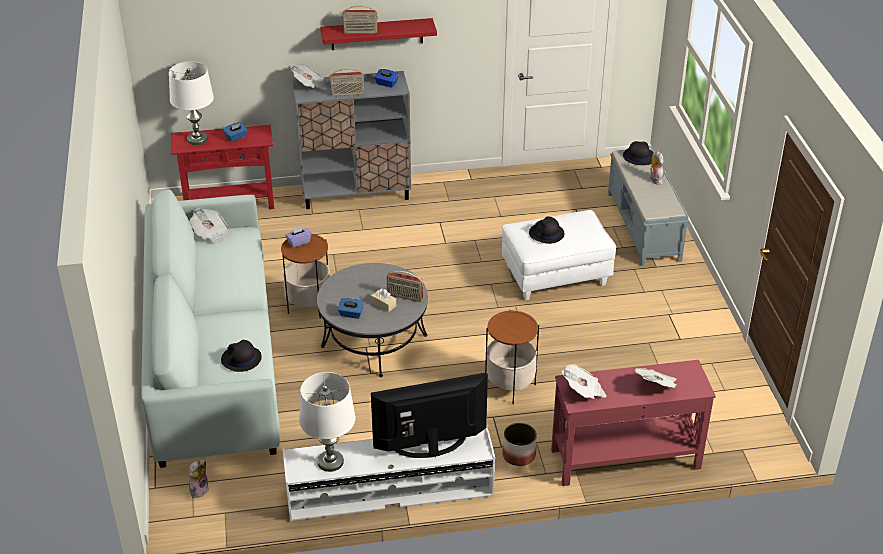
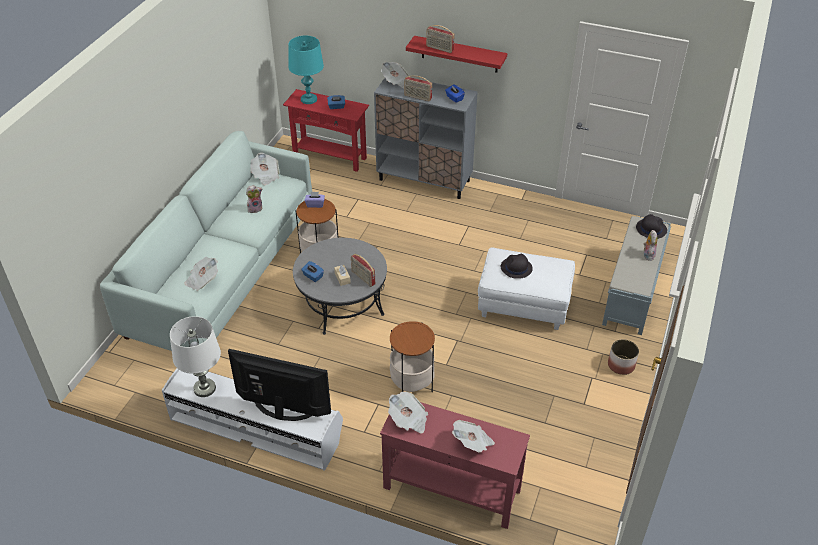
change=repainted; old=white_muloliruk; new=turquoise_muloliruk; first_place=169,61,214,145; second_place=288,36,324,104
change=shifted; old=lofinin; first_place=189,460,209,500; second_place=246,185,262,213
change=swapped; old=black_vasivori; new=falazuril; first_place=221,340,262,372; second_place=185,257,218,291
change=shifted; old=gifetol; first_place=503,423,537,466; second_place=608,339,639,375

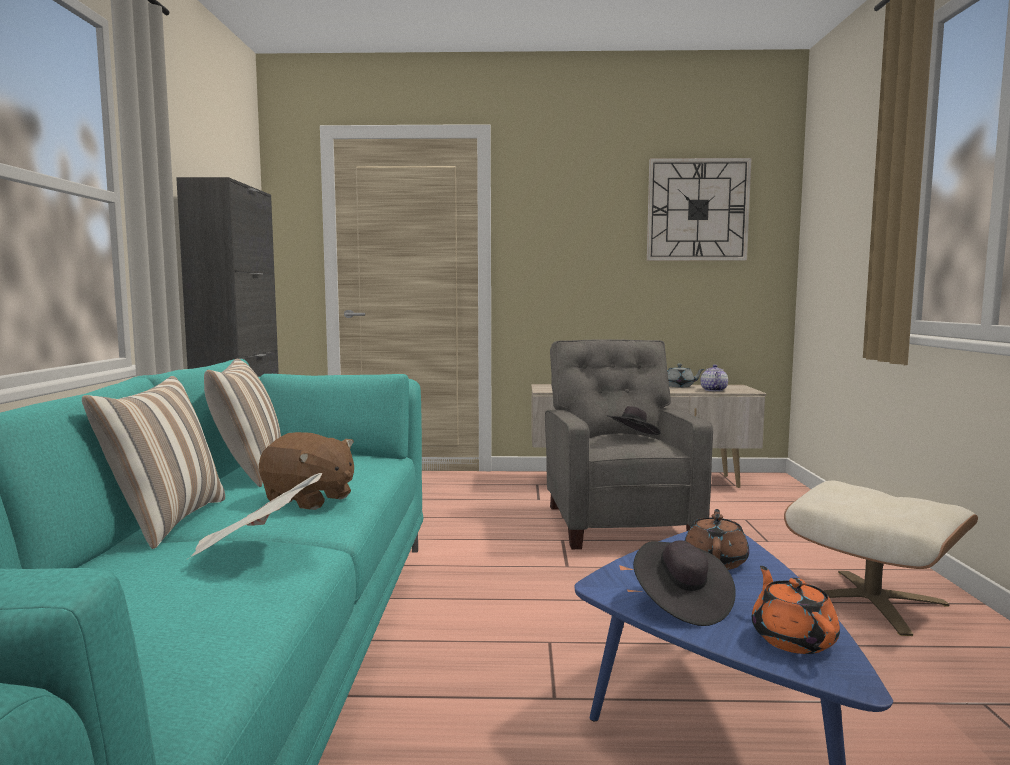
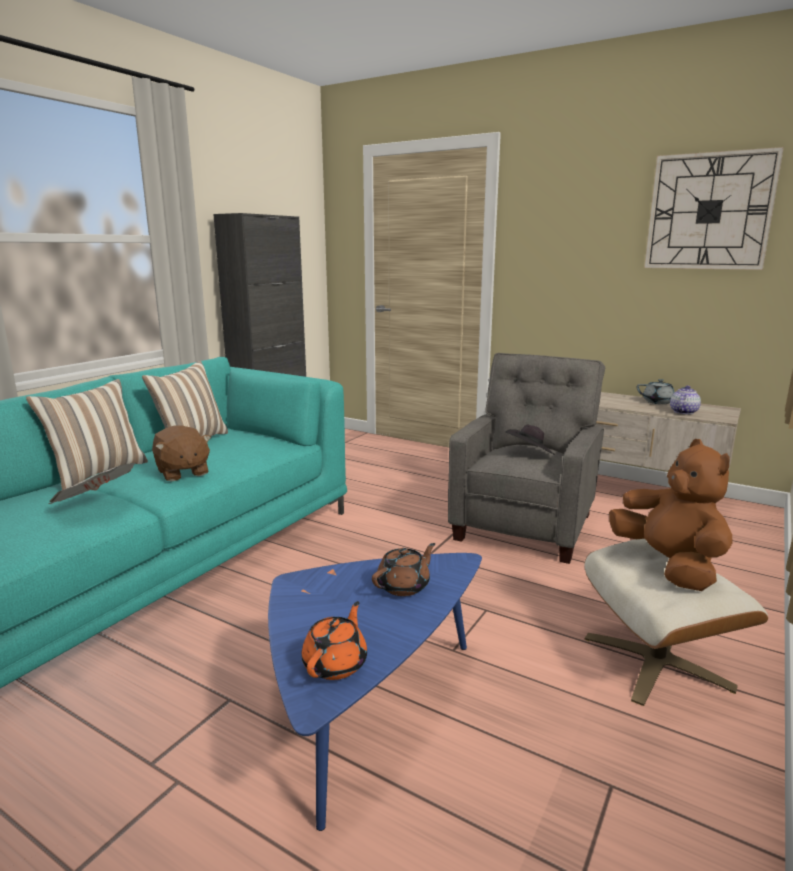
change=gone; old=black_vasivori; first_place=633,540,736,626
change=new; new=brown_lofinin; second_place=609,439,733,591

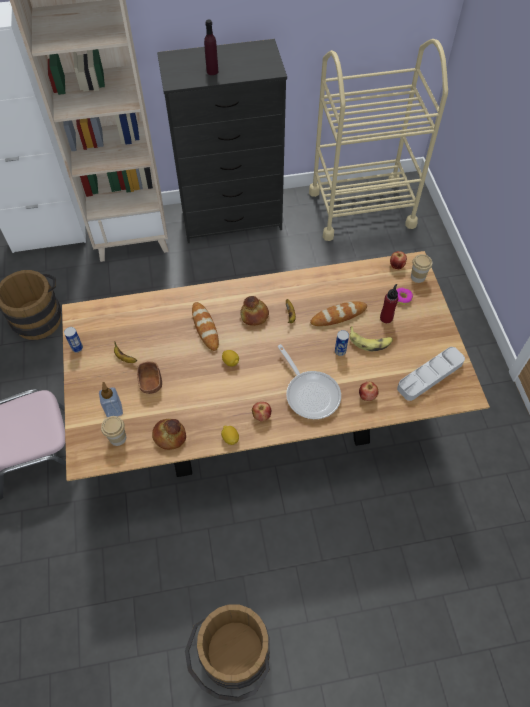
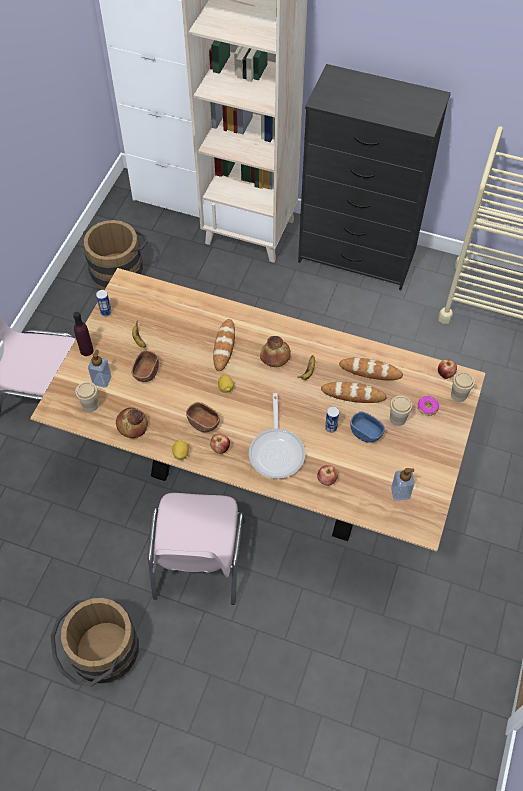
change=shifted; old=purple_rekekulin; first_place=204,19,218,75; second_place=73,312,94,356
change=swapped; old=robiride; new=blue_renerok; first_place=350,326,393,352; second_place=350,411,385,443
change=swapped; old=red_rekekulin; new=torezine; first_place=380,284,398,323; second_place=390,395,412,426
change=swapped; old=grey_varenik; new=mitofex; first_place=397,347,465,401; second_place=391,468,415,500
change=new; new=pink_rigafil; second_place=148,493,246,605
change=new; new=brown_renerok; second_place=186,402,220,432
change=new; new=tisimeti; second_place=339,357,403,380

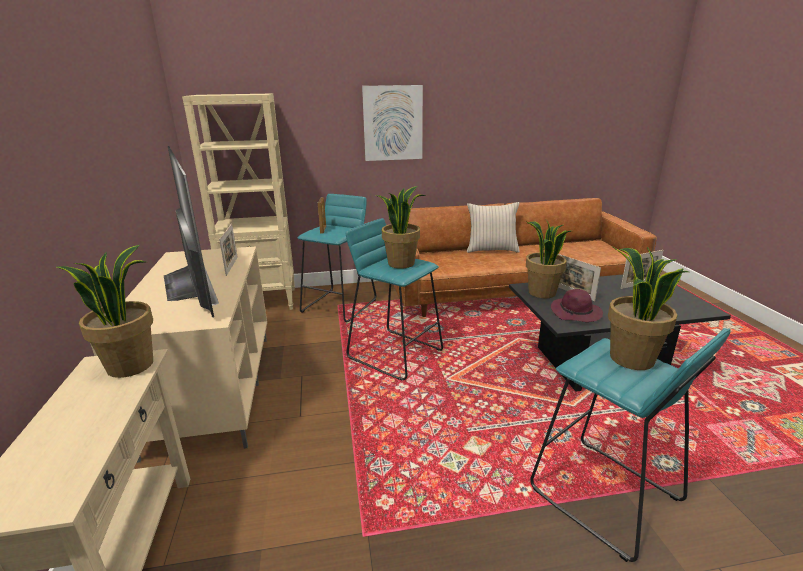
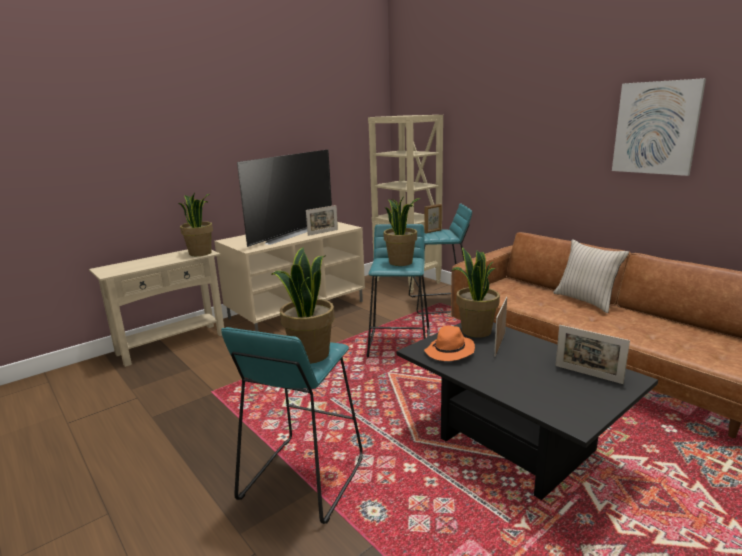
change=shifted; old=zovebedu; first_place=362,85,423,161; second_place=612,78,706,176
change=repainted; old=purple_vasivori; new=orange_vasivori; first_place=551,289,603,322; second_place=424,326,475,361

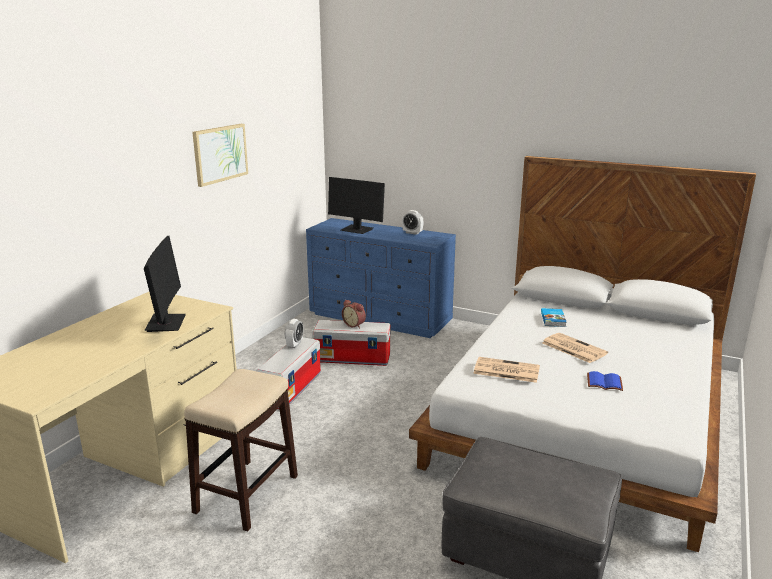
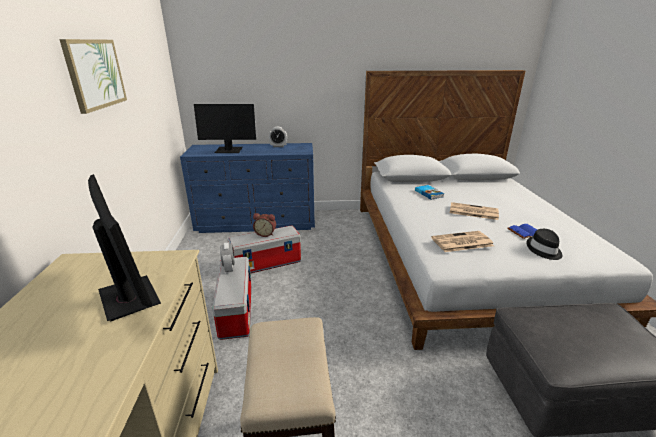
change=new; new=black_vasivori; second_place=527,229,562,260

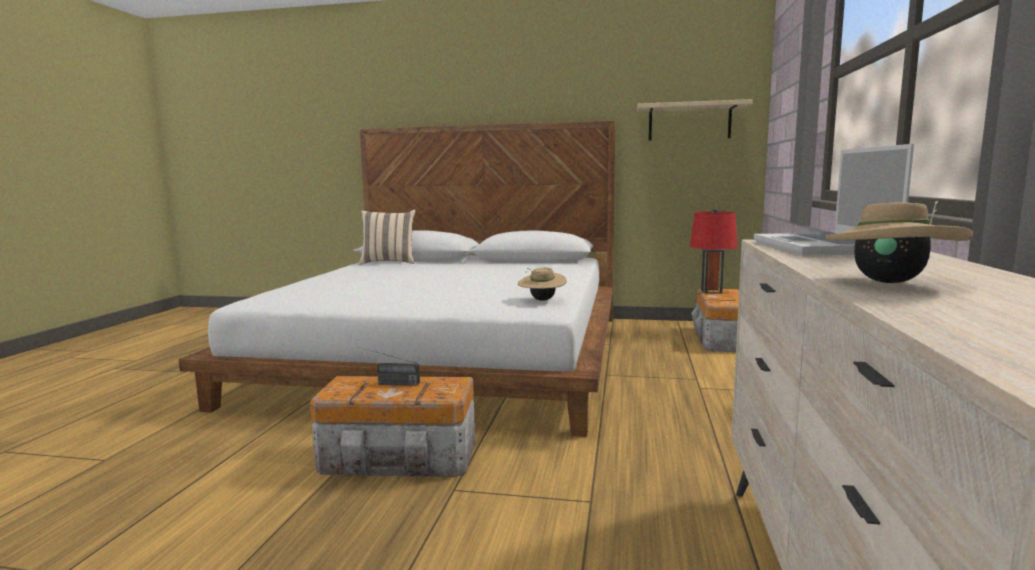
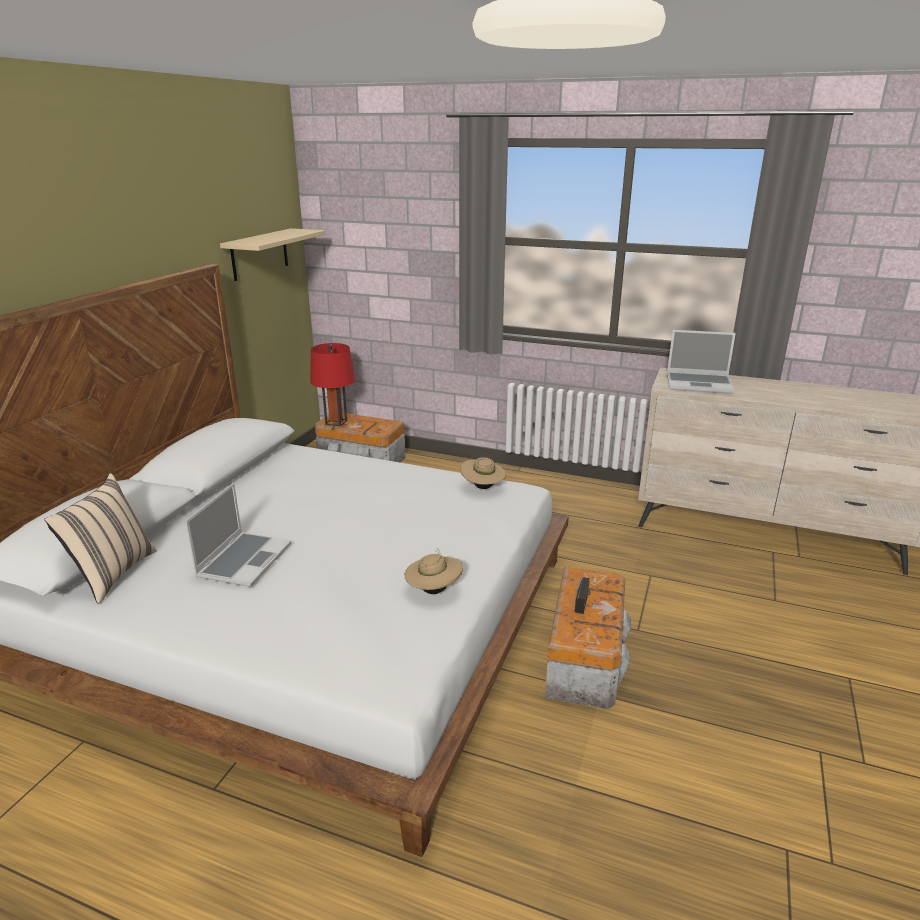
change=shifted; old=beige_vasivori; first_place=825,201,973,283; second_place=404,548,463,594
change=new; new=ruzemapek; second_place=185,483,292,587

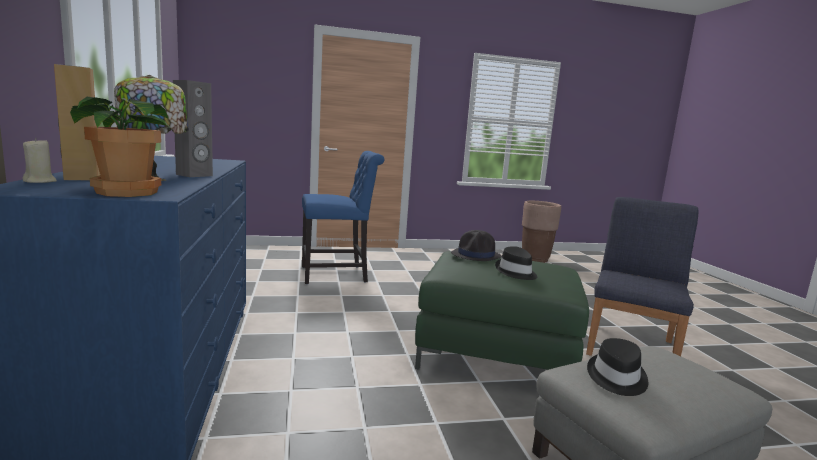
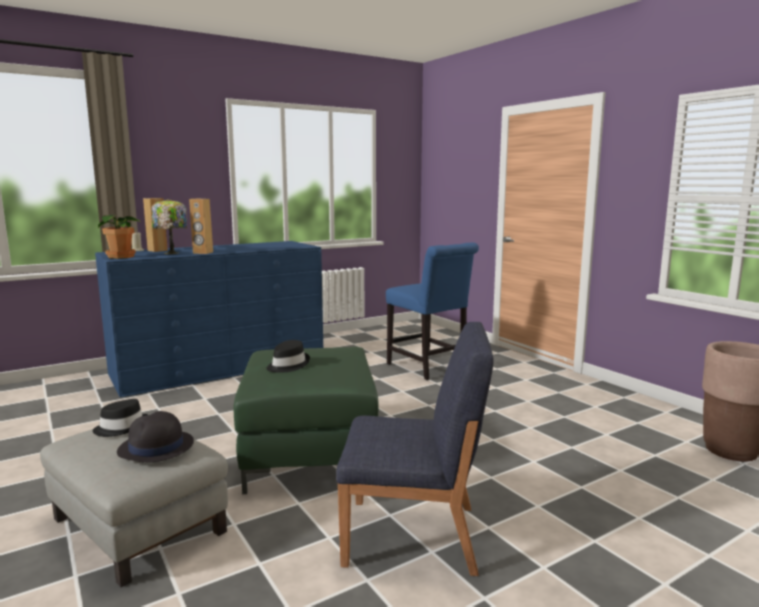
change=repainted; old=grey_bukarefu; new=brown_bukarefu; first_place=173,80,213,177; second_place=189,199,213,254
change=shifted; old=black_vasivori; first_place=451,230,502,261; second_place=117,411,194,463

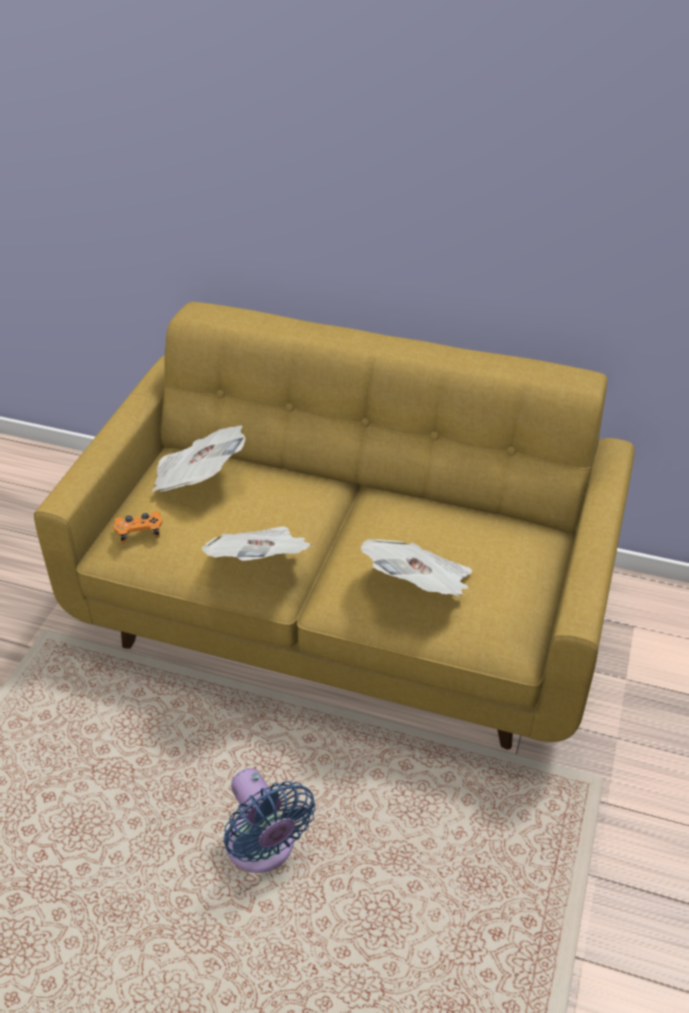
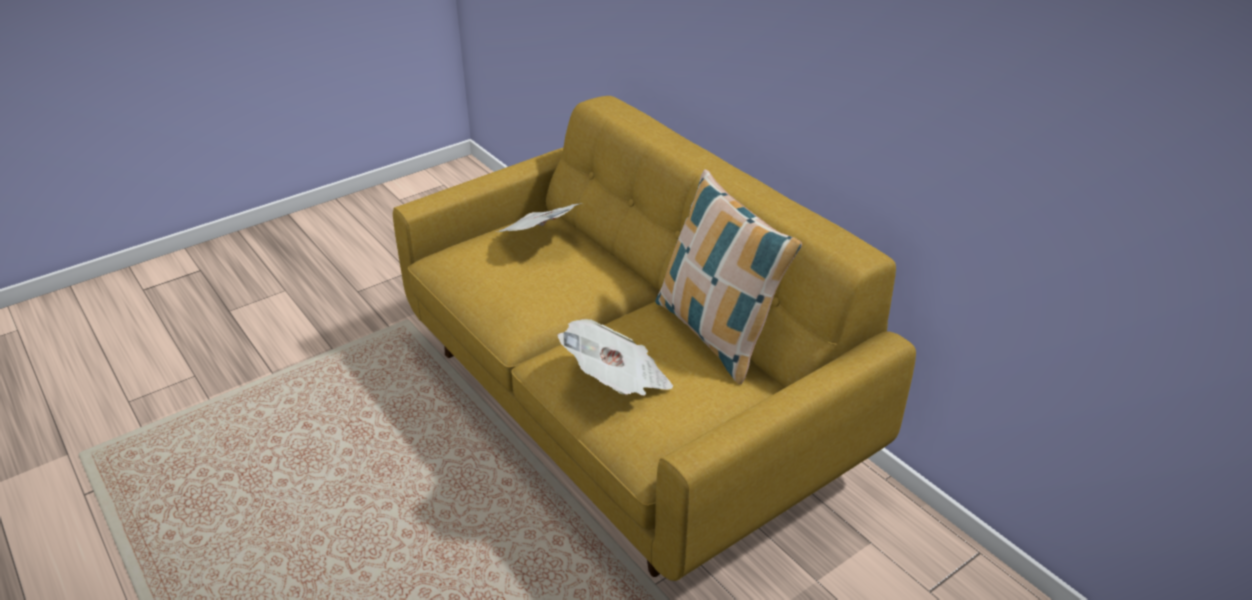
change=gone; old=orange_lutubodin; first_place=114,511,163,543
change=gone; old=falazuril; first_place=201,526,313,561
change=gone; old=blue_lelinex; first_place=224,768,316,873
change=new; new=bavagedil; second_place=655,169,802,385

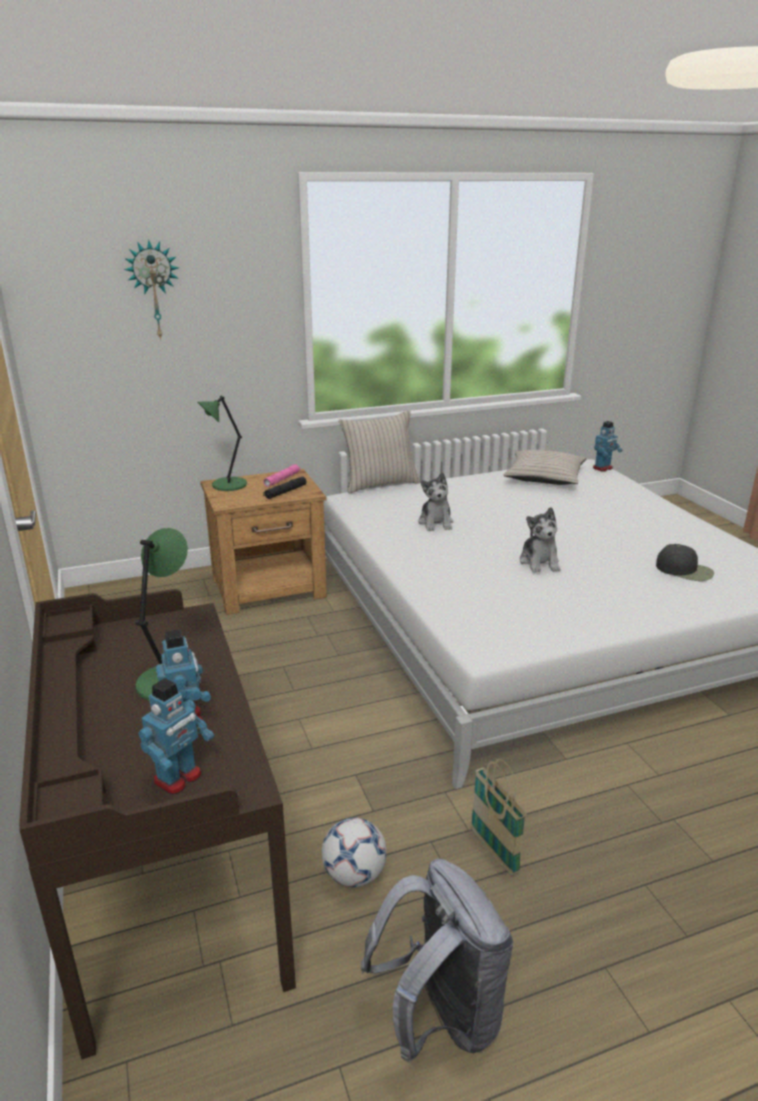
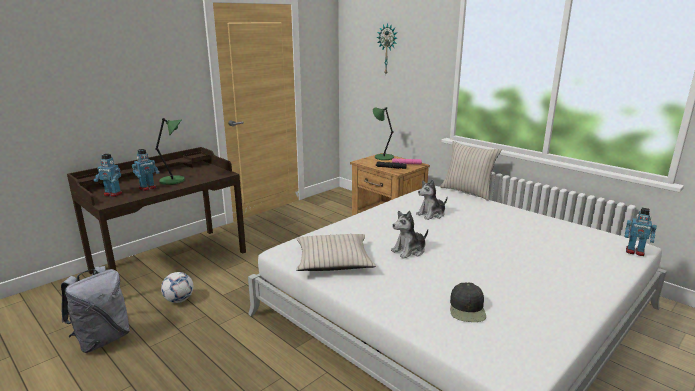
change=gone; old=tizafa; first_place=471,758,527,875
change=shifted; old=beige_bavagedil; first_place=503,450,586,485; second_place=296,234,376,271

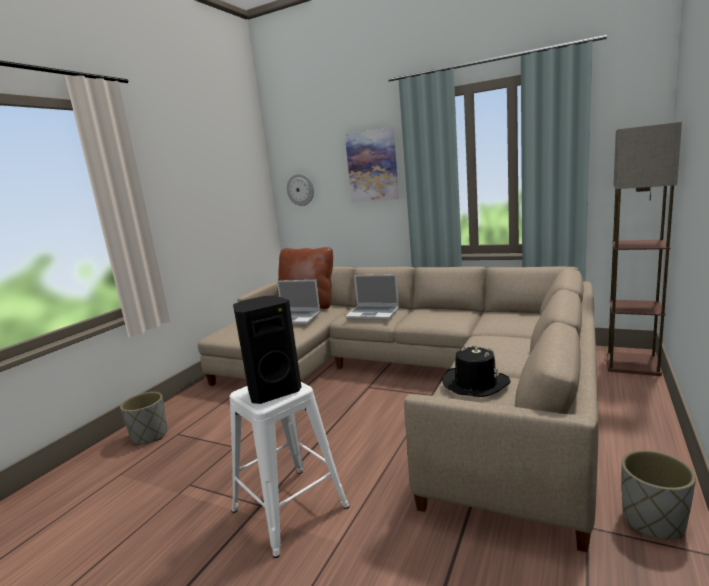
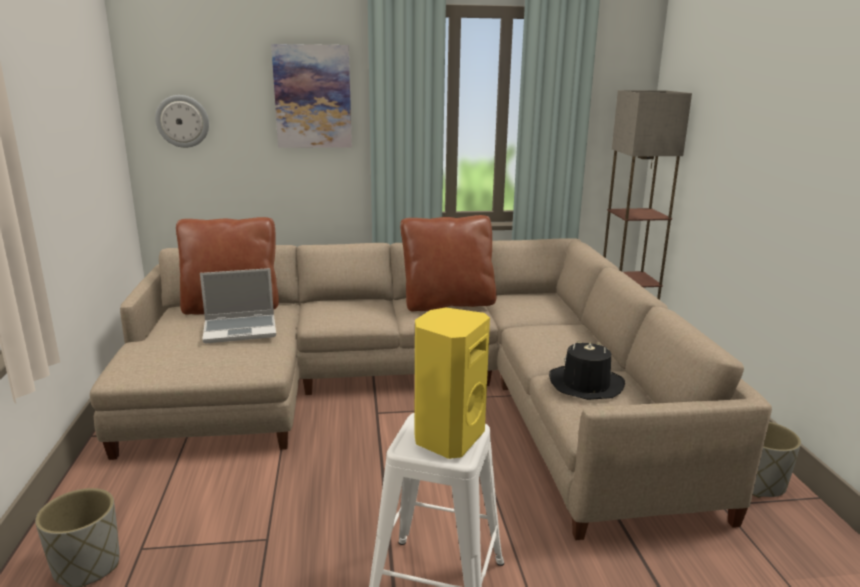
change=repainted; old=black_bukarefu; new=yellow_bukarefu; first_place=233,295,301,404; second_place=414,307,490,459
change=gone; old=ruzemapek; first_place=345,274,399,320
change=new; new=brown_bavagedil; second_place=400,215,497,312

